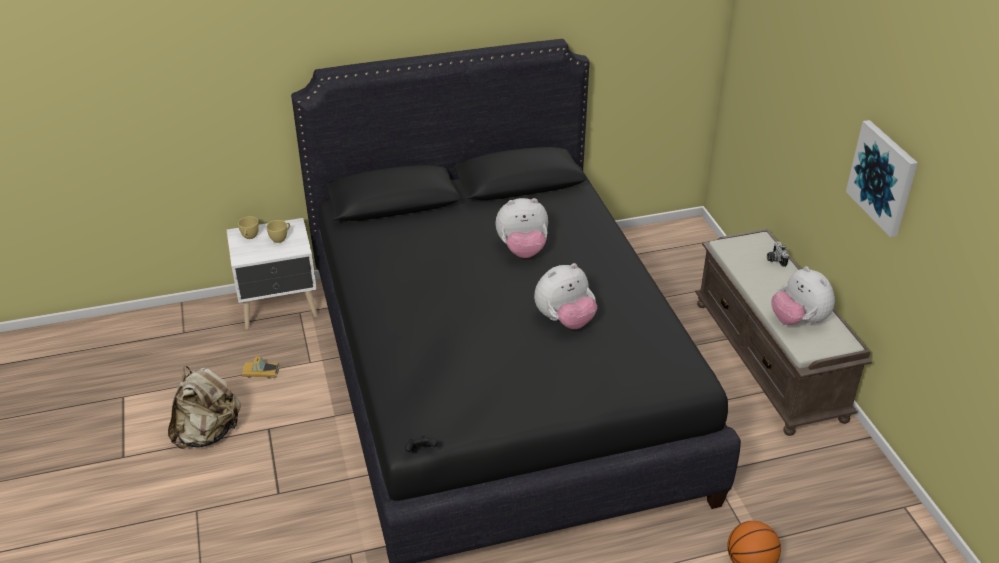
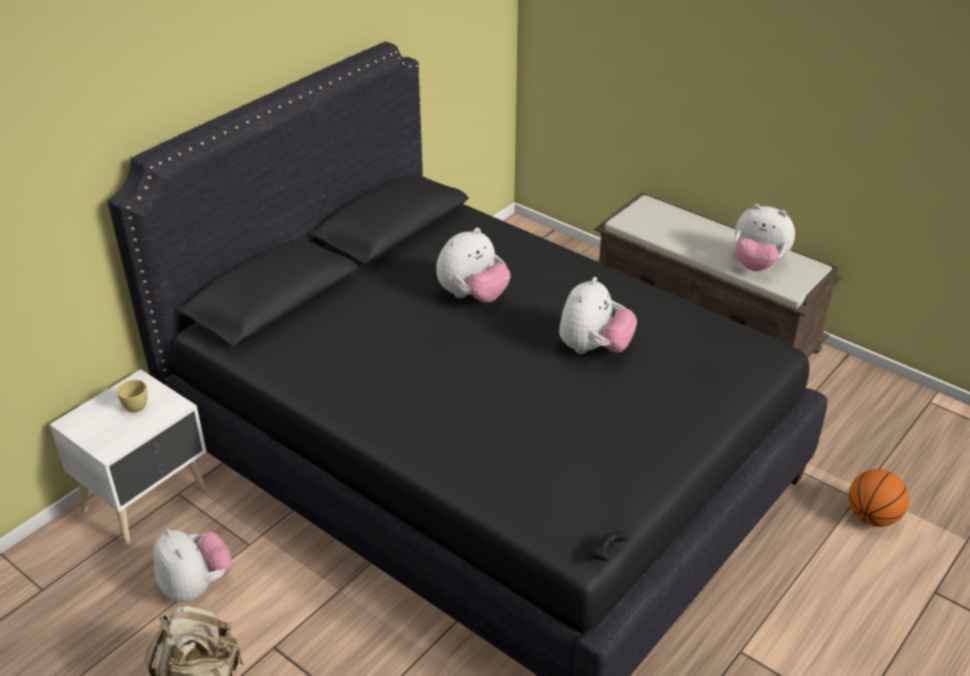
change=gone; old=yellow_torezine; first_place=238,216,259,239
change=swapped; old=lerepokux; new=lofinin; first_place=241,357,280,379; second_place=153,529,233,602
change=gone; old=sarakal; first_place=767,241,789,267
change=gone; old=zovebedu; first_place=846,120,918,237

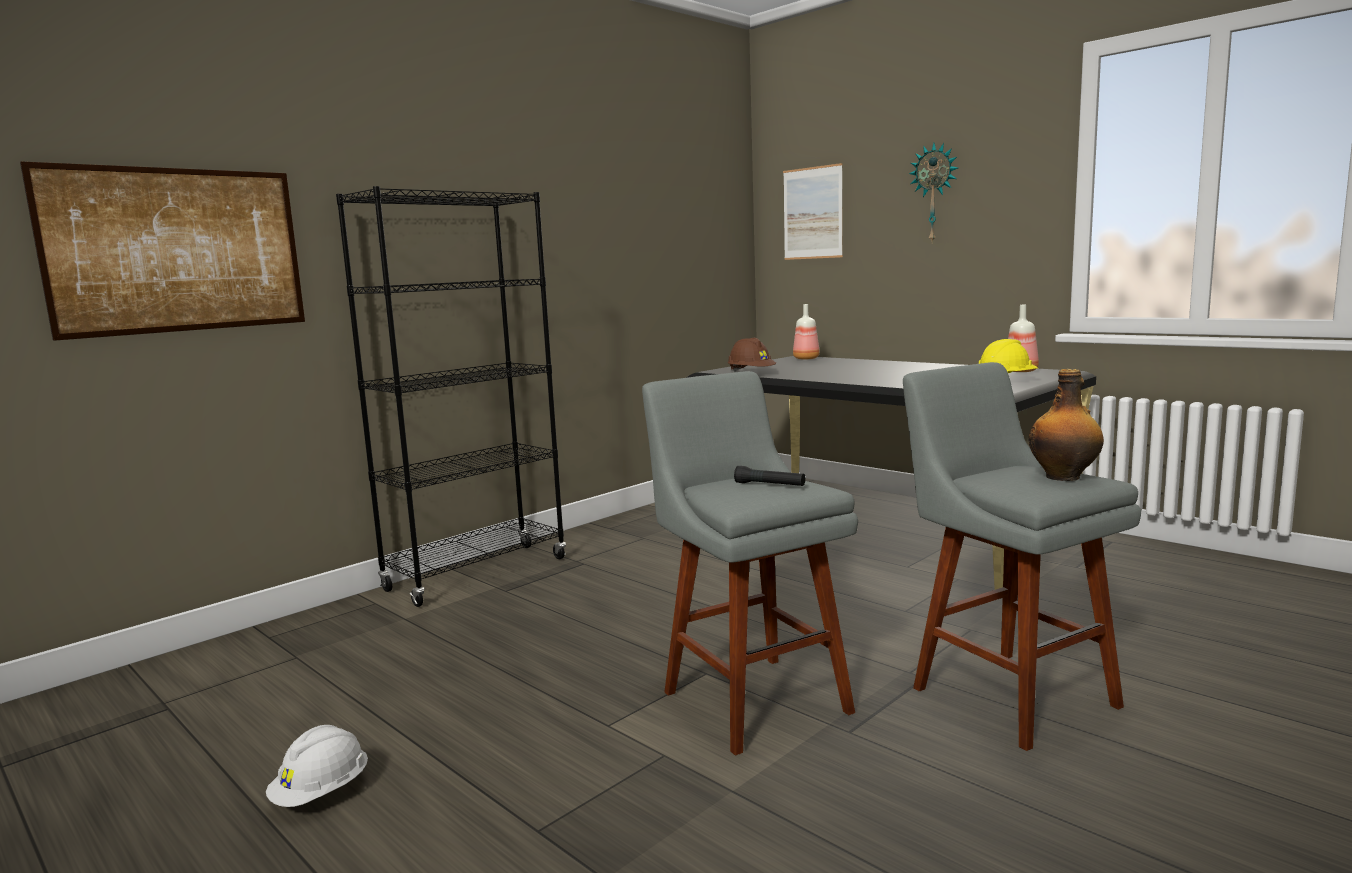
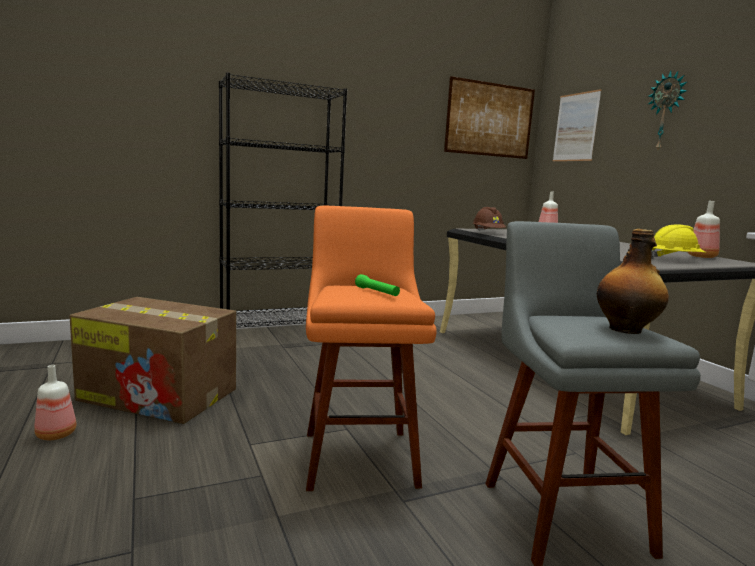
change=shifted; old=zovebedu; first_place=20,161,305,341; second_place=444,76,535,159
change=swapped; old=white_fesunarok; new=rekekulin; first_place=266,725,368,807; second_place=34,365,77,440
change=repainted; old=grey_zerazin; new=orange_zerazin; first_place=642,371,858,756; second_place=306,206,437,491
change=repainted; old=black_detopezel; new=green_detopezel; first_place=734,466,805,486; second_place=355,274,400,296
change=new; new=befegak; second_place=70,297,236,424

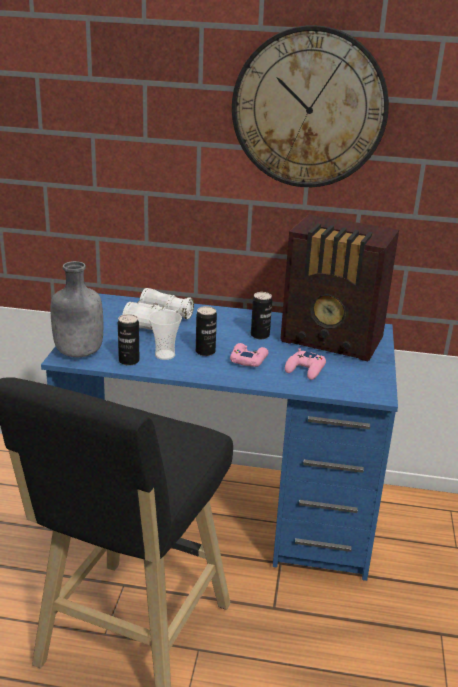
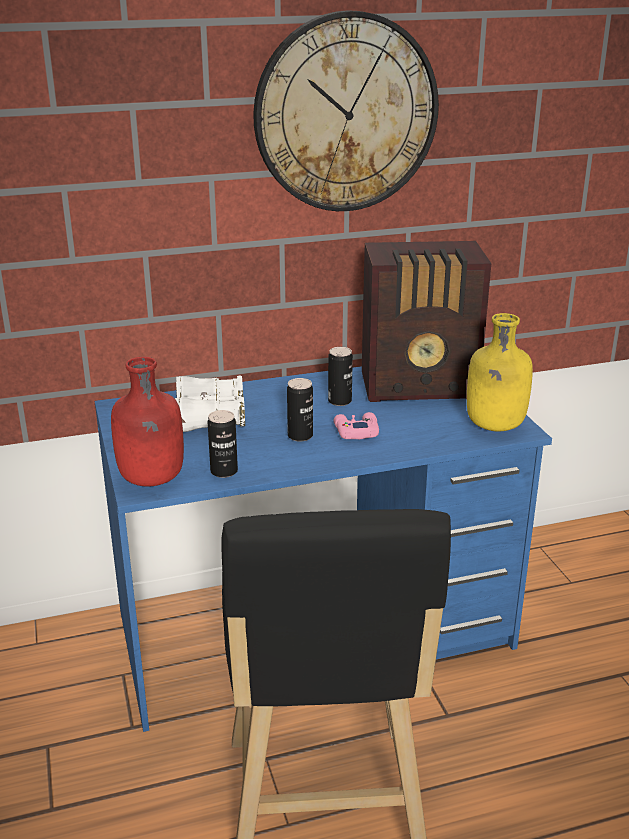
change=repainted; old=grey_rekekulin; new=red_rekekulin; first_place=51,261,103,357; second_place=111,357,184,487
change=gone; old=torezine; first_place=148,310,182,360
change=gone; old=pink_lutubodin; first_place=285,348,326,380
change=new; new=yellow_rekekulin; second_place=467,313,533,431

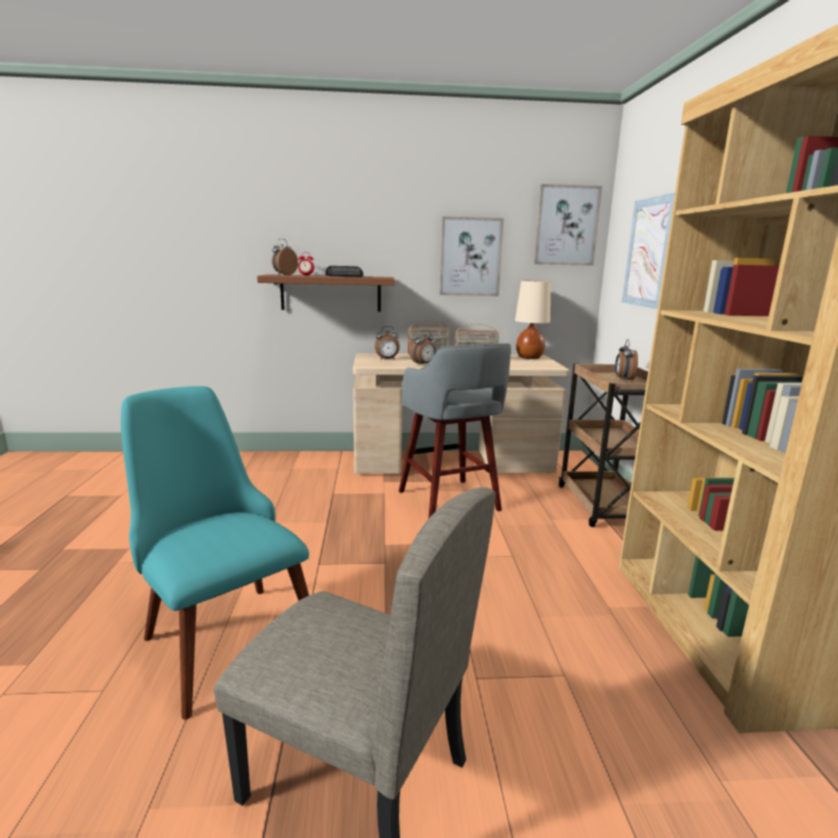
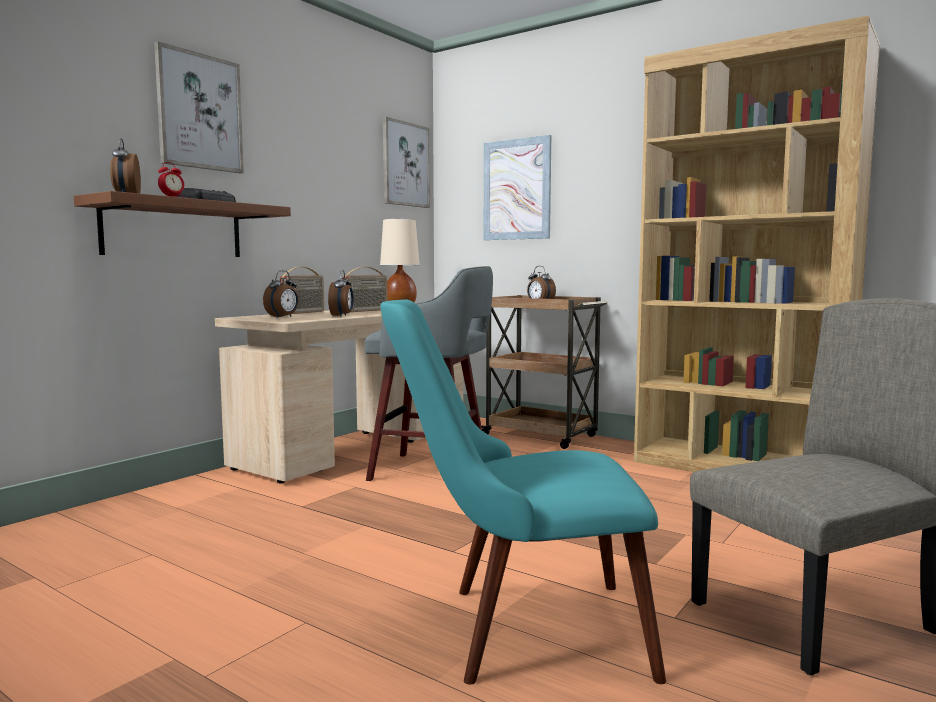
change=shifted; old=zovebedu; first_place=440,216,504,296; second_place=154,41,244,173

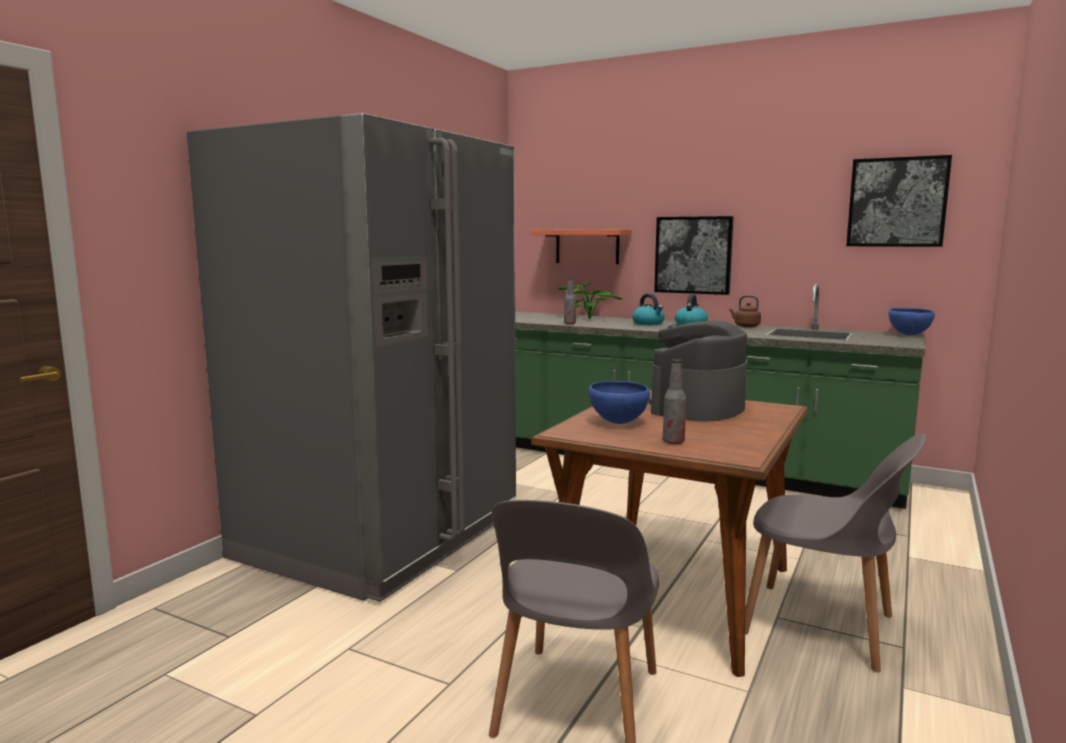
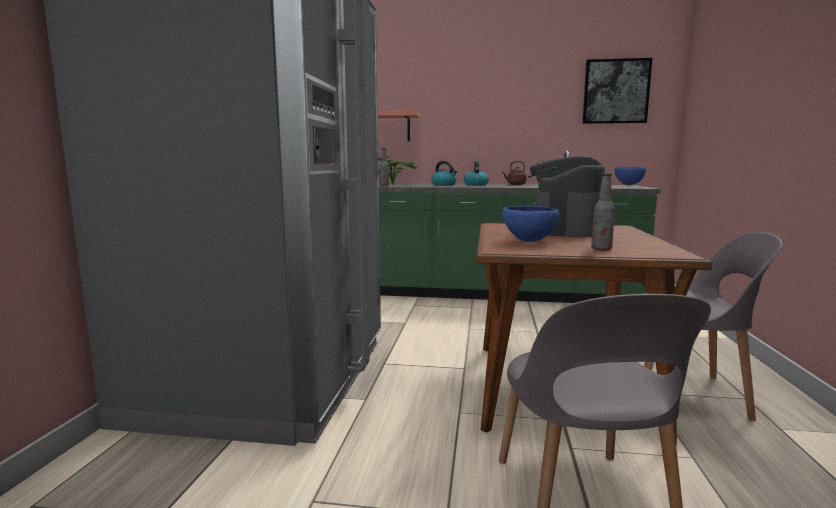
change=gone; old=zovebedu; first_place=654,216,734,295

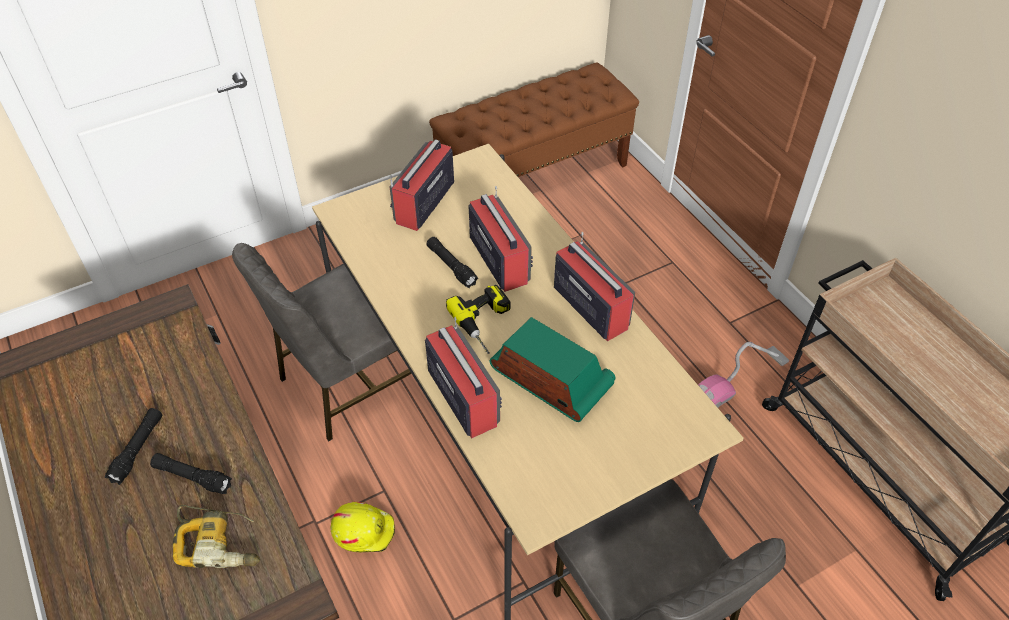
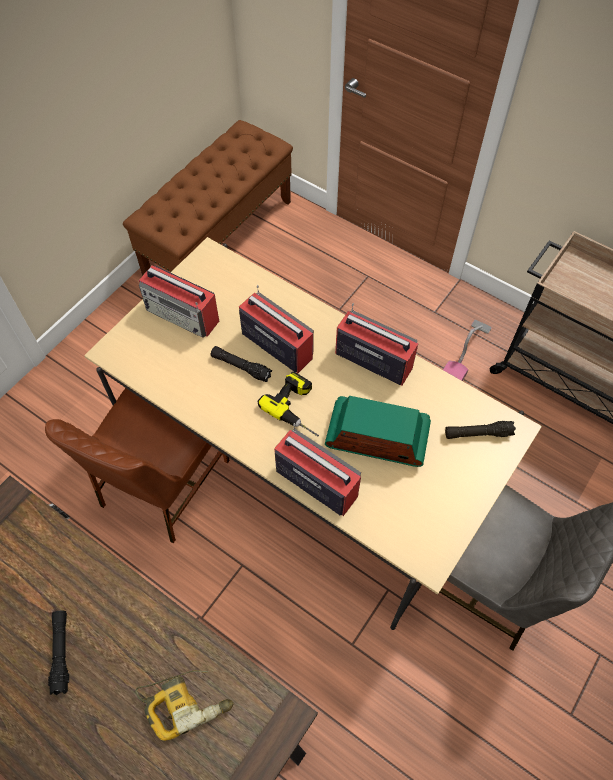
change=shifted; old=black_detopezel; first_place=150,453,232,494; second_place=445,421,516,439
change=repainted; old=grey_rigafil; new=brown_rigafil; first_place=232,243,412,441; second_place=45,388,230,543
change=gone; old=yellow_fesunarok; first_place=331,502,395,552
change=rotated; old=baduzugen; first_place=390,139,454,231; second_place=139,265,219,338; degrees=-60

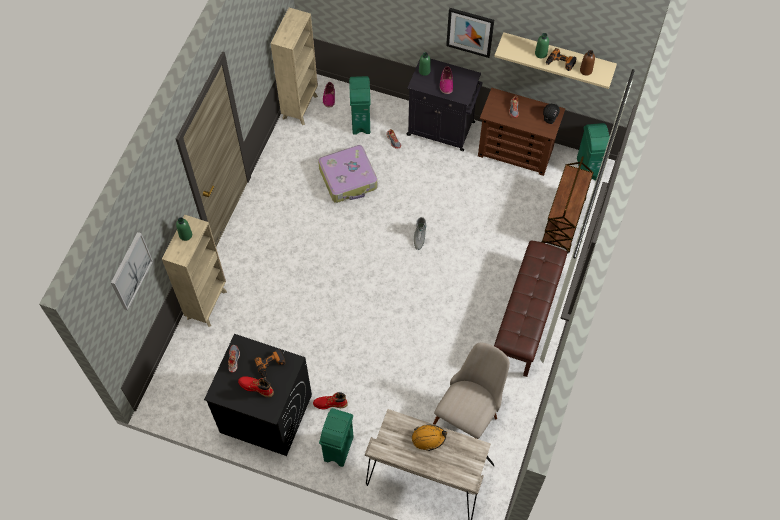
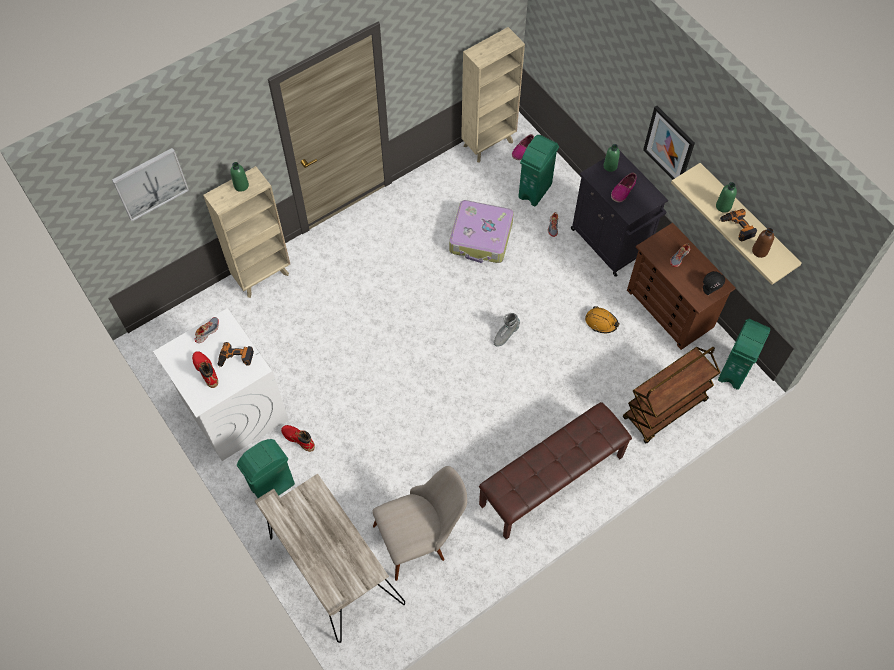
change=repainted; old=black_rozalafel; new=white_rozalafel; first_place=204,334,312,456; second_place=153,308,288,461
change=shifted; old=orange_fesunarok; first_place=412,425,447,451; second_place=585,306,620,333

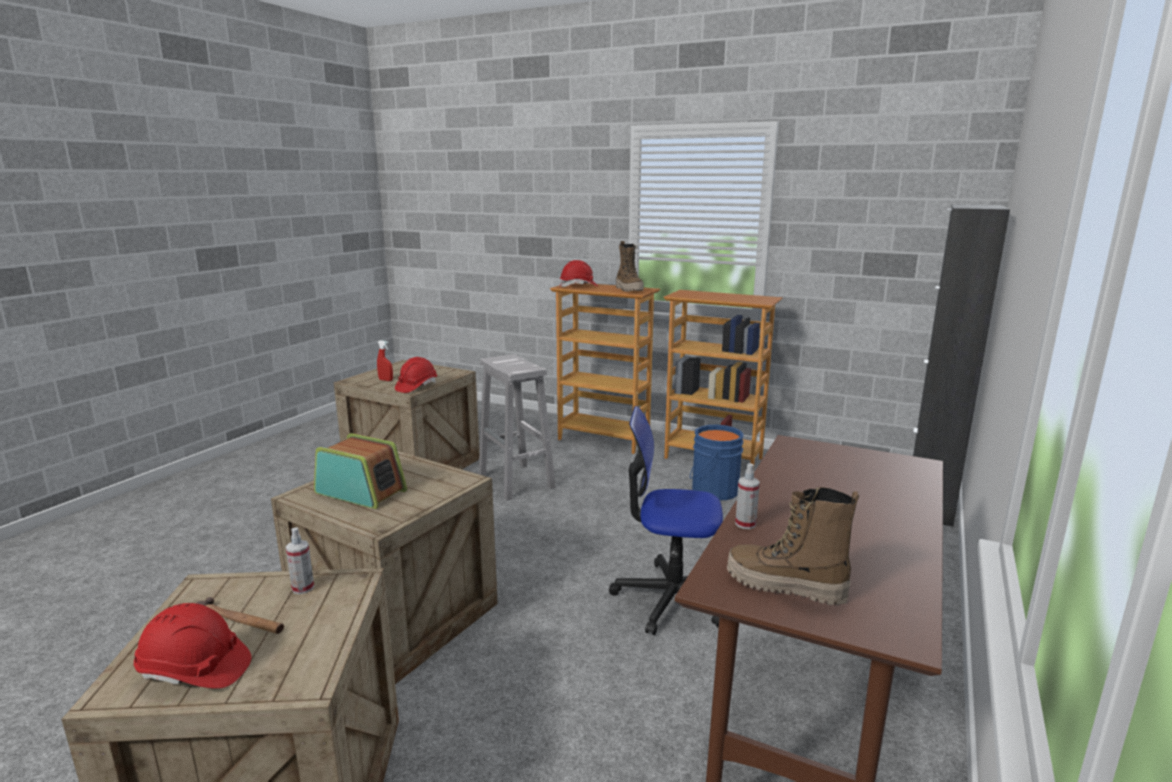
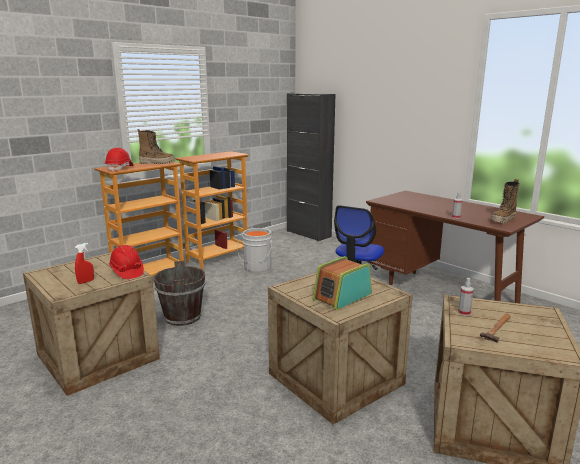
change=gone; old=red_fesunarok; first_place=134,603,251,689
change=swapped; old=white_zerazin; new=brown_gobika; first_place=479,354,556,500; second_place=154,261,205,326
change=repainted; old=blue_gobika; new=grey_gobika; first_place=690,424,744,501; second_place=237,228,272,272

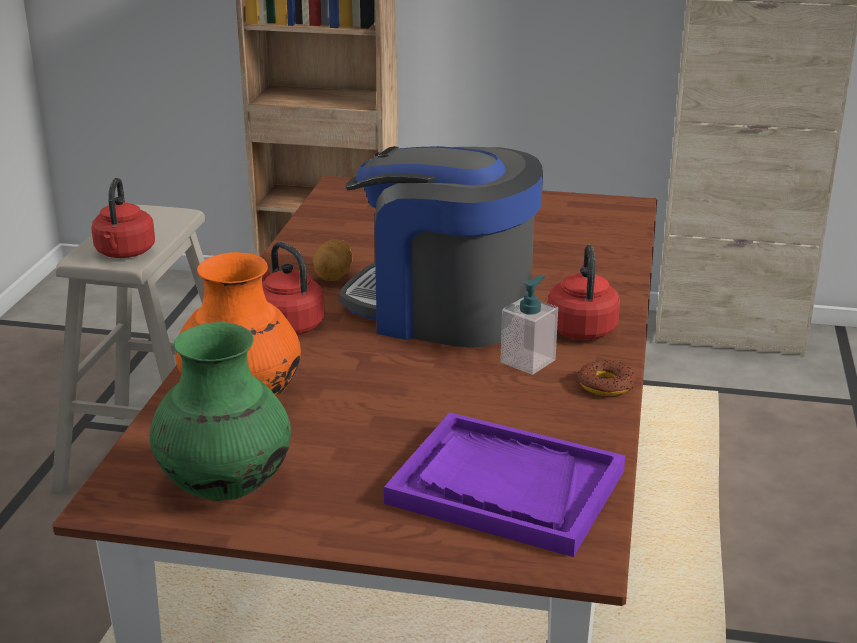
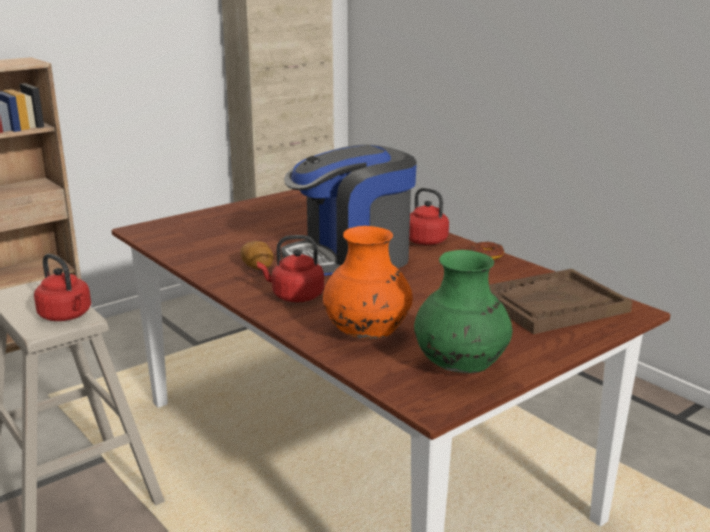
change=repainted; old=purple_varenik; new=brown_varenik; first_place=384,413,625,557; second_place=489,269,633,334
change=gone; old=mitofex; first_place=500,275,558,375

